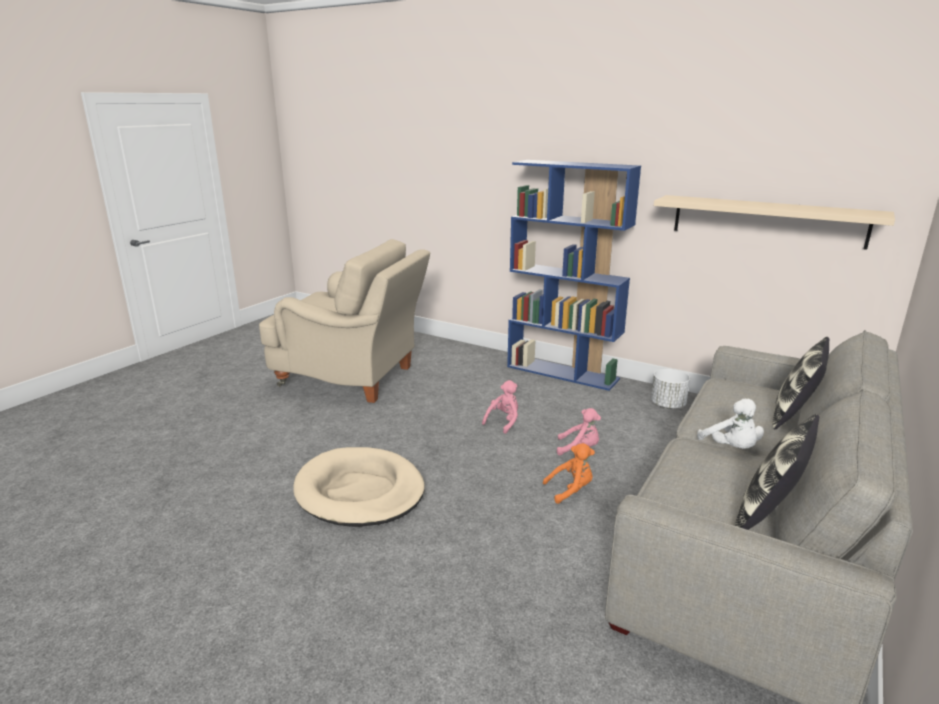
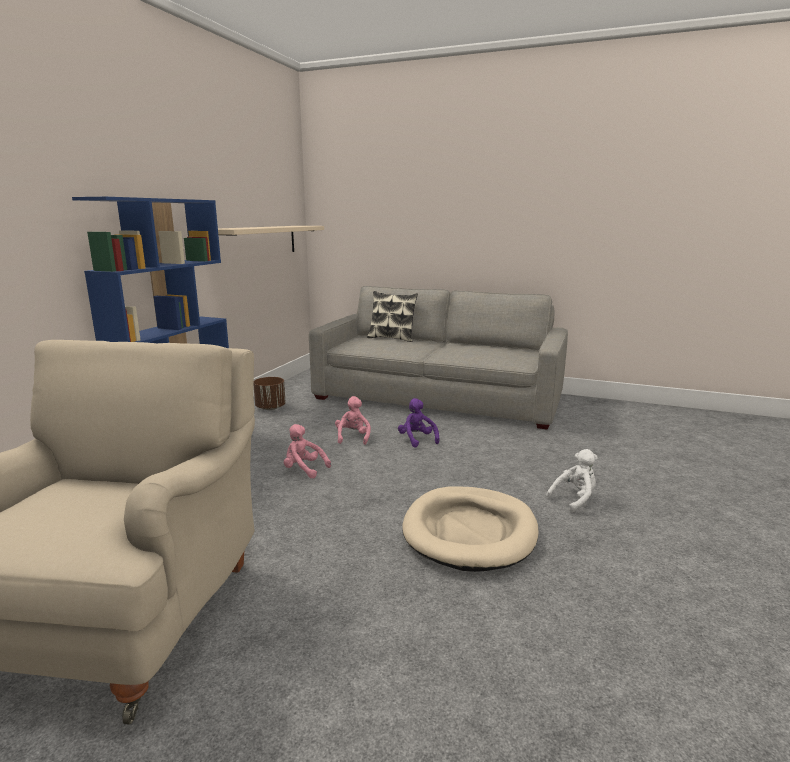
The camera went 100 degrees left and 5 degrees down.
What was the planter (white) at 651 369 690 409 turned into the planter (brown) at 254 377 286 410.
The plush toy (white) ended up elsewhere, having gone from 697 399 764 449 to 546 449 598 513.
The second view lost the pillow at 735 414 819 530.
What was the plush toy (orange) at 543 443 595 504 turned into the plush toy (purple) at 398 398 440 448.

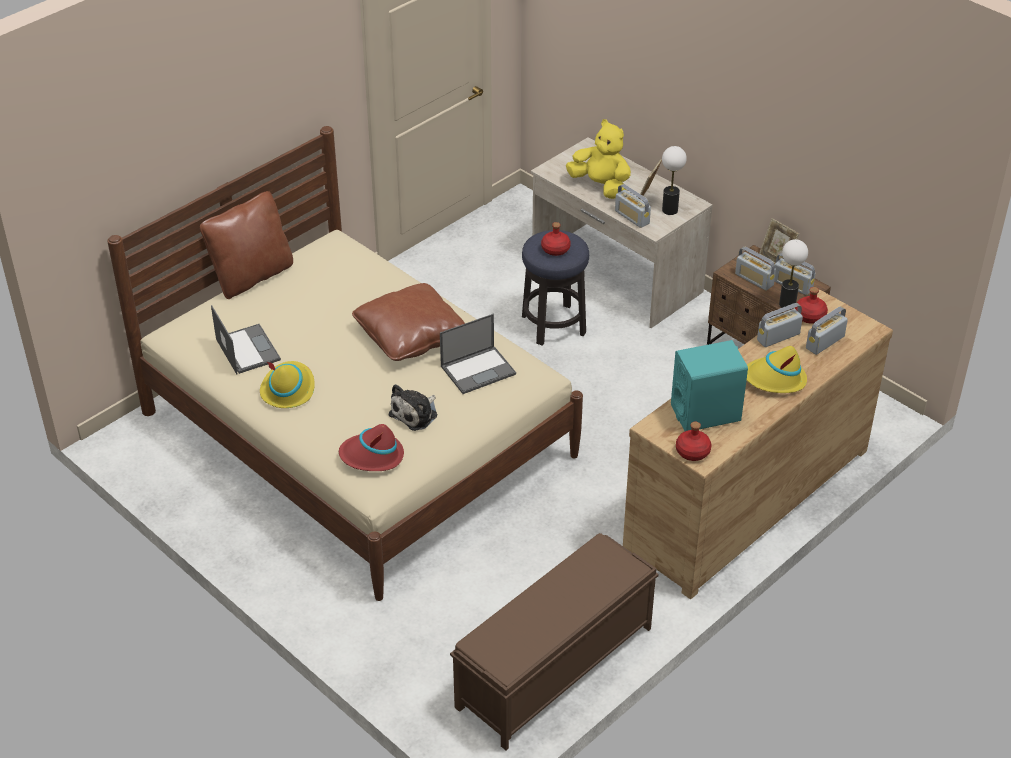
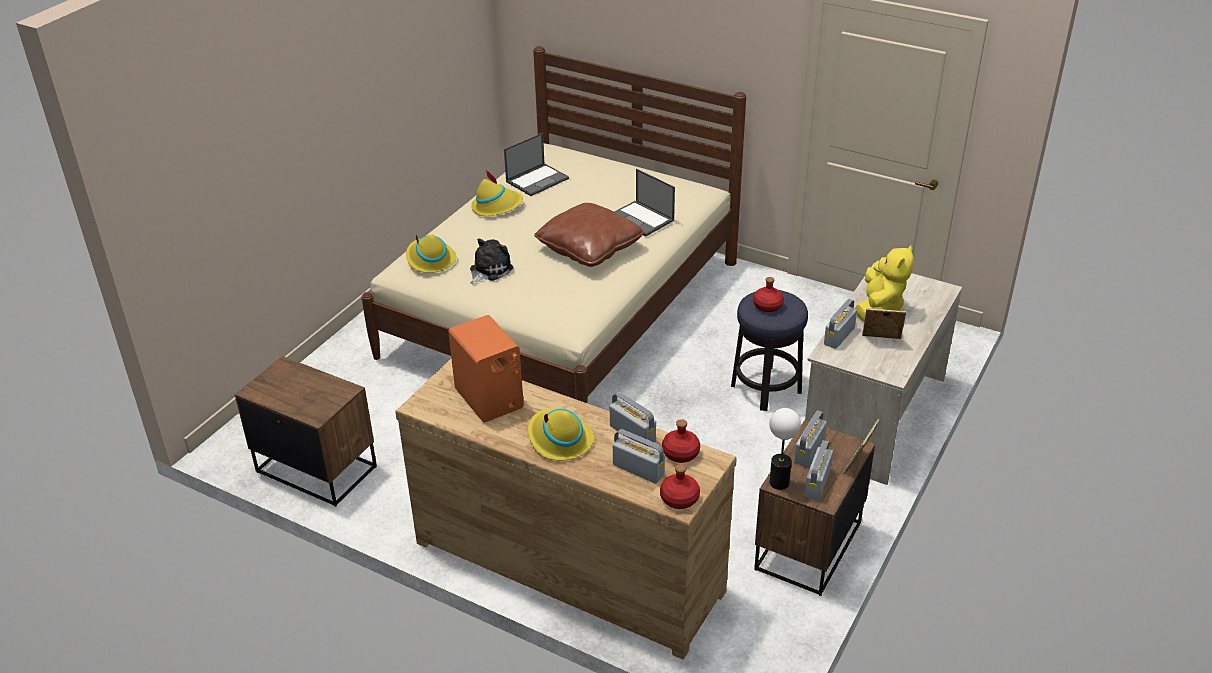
The camera went 75 degrees right and 5 degrees down.
The second view lost the table lamp at 662 146 687 215.
The second view lost the pillow (brown) at 200 191 293 299.
The laptop ended up elsewhere, having gone from 440 314 516 394 to 615 169 675 236.
What was the speaker (turquoise) at 671 340 748 431 turned into the speaker (orange) at 448 315 524 422.
The plush toy at 389 384 437 431 ended up facing another way, 105 degrees clockwise from before.
The bottle (red) ended up elsewhere, having gone from 676 422 711 461 to 660 464 700 509.
What was the hat (red) at 339 424 404 471 turned into the hat (yellow) at 406 234 456 273.
Where the bench (brown) stood at 450 533 659 750, the nightstand (brown) came to stand at 235 356 377 507.

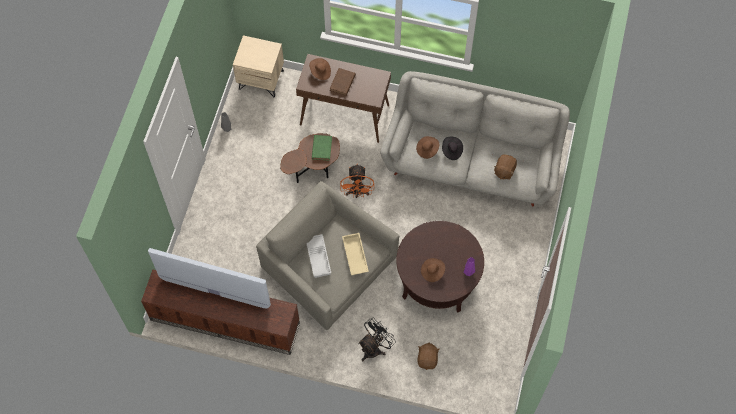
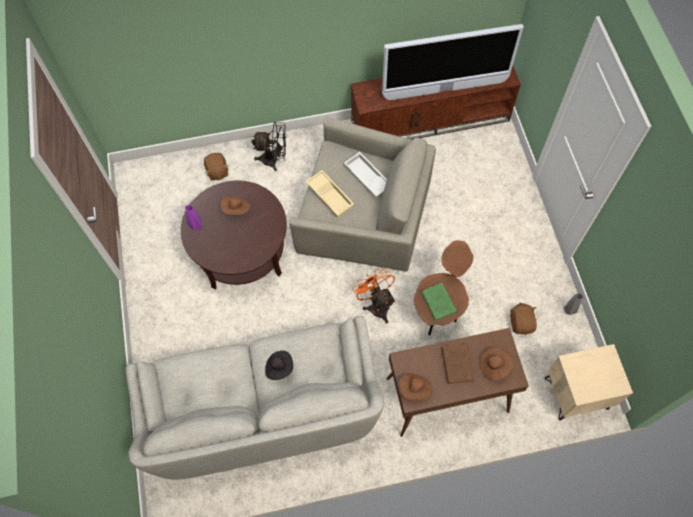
The camera went 155 degrees right and 0 degrees up.
The hat (brown) ended up elsewhere, having gone from 416 136 439 159 to 399 373 432 400.
The plush toy (brown) ended up elsewhere, having gone from 494 154 517 180 to 510 303 537 335.
The fan (black) at 358 318 396 361 ended up facing another way, 105 degrees counterclockwise from before.

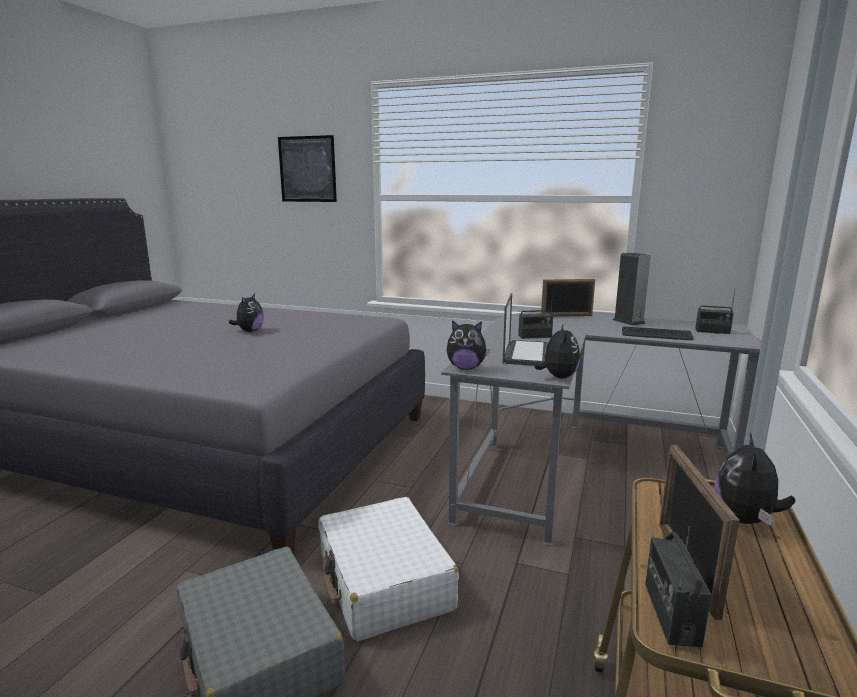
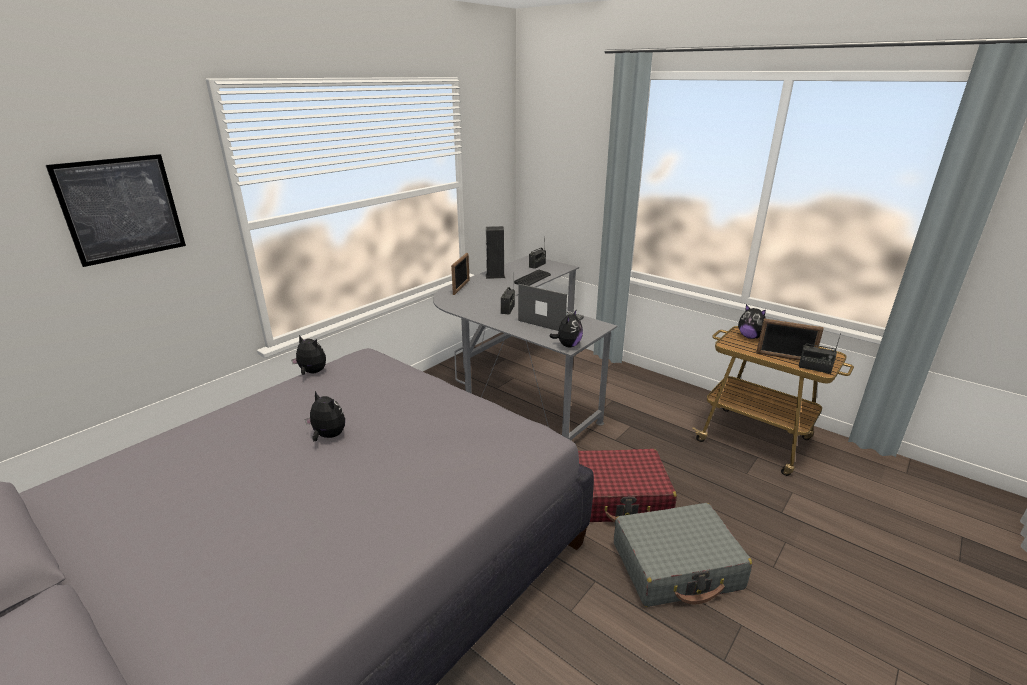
The camera went 70 degrees left and 10 degrees up.
The plush toy ended up elsewhere, having gone from 534 323 580 379 to 291 335 326 375.
What was the suitcase (white) at 318 497 459 642 turned into the suitcase (red) at 578 449 677 522.

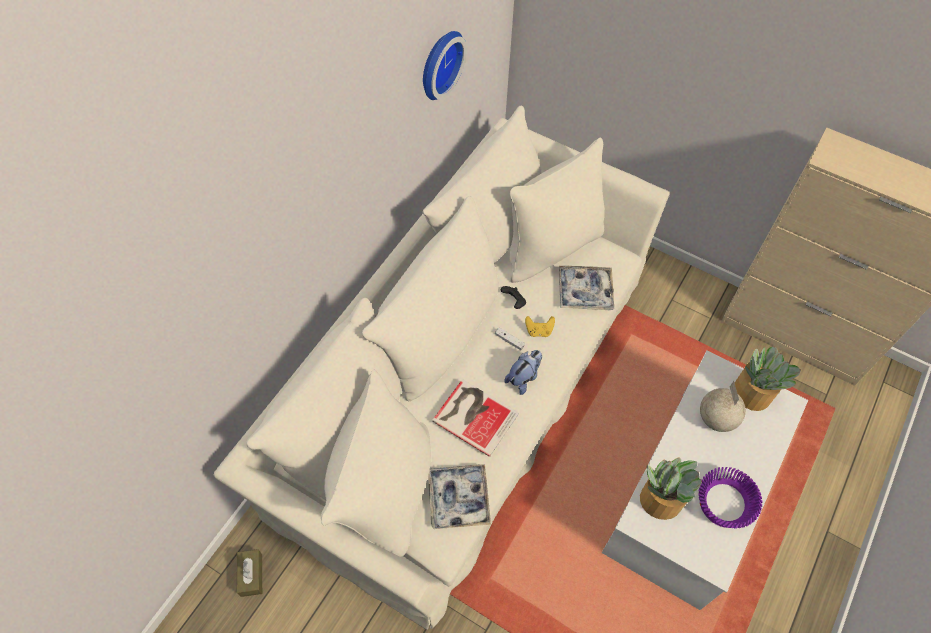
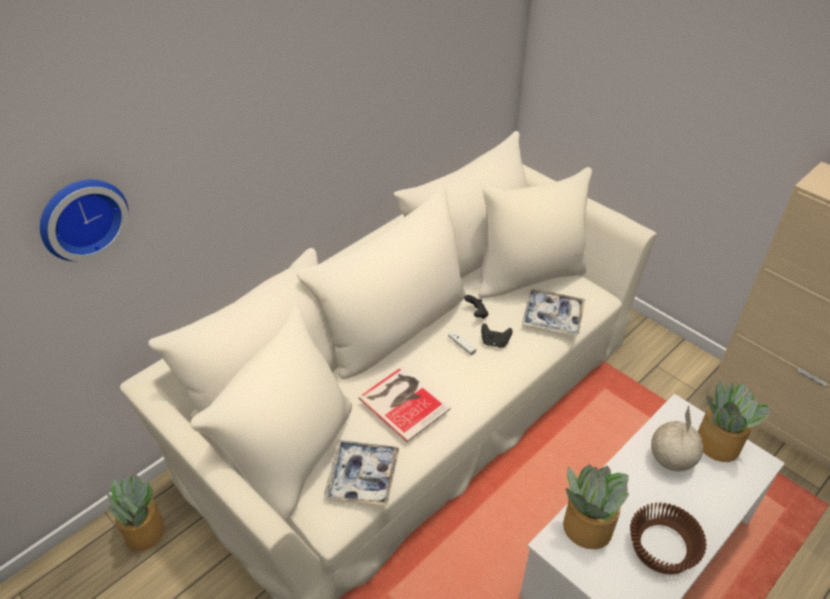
The camera went 15 degrees right and 15 degrees down.
The wall clock ended up elsewhere, having gone from 423 31 467 100 to 40 180 129 261.
What was the game controller (yellow) at 525 316 555 337 turned into the game controller (black) at 481 323 512 348.
The second view lost the plush toy at 505 350 542 395.
What was the bowl (purple) at 698 467 762 528 turned into the bowl (brown) at 630 502 707 574.
Where the tissue box (brown) stood at 237 549 262 597, the potted plant came to stand at 107 474 165 551.

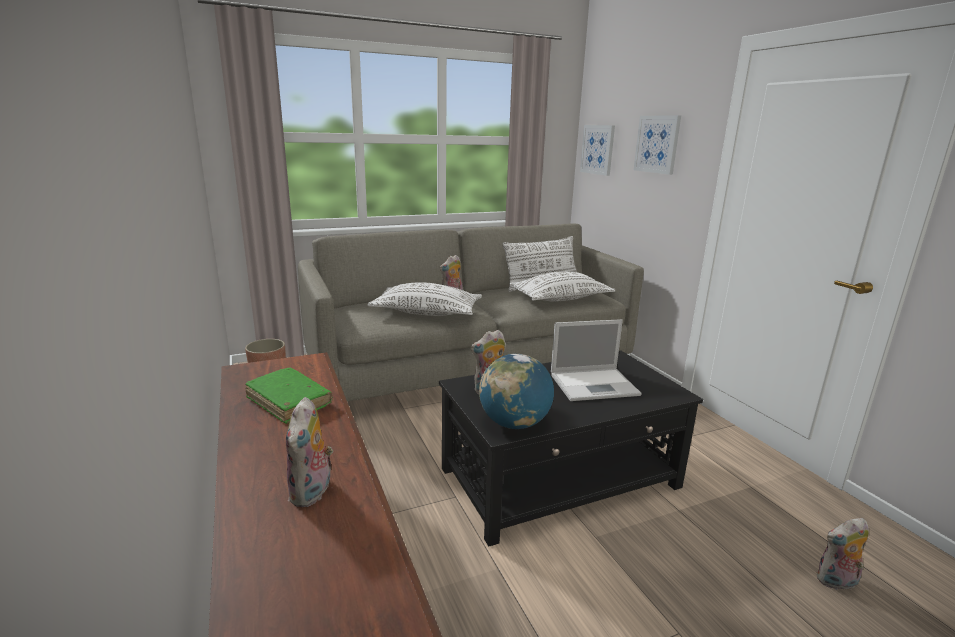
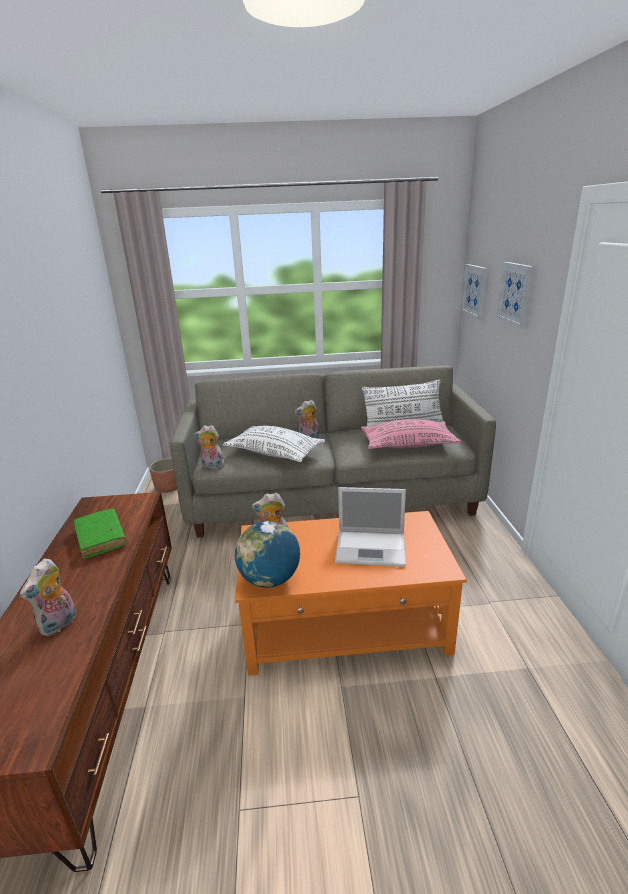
The camera went 20 degrees right and 5 degrees up.
What was the pillow (white) at 509 271 616 302 turned into the pillow (pink) at 361 419 461 449.
What was the coffee table (black) at 439 351 703 547 turned into the coffee table (orange) at 235 511 467 675.
The plush toy ended up elsewhere, having gone from 816 518 869 590 to 194 425 226 469.

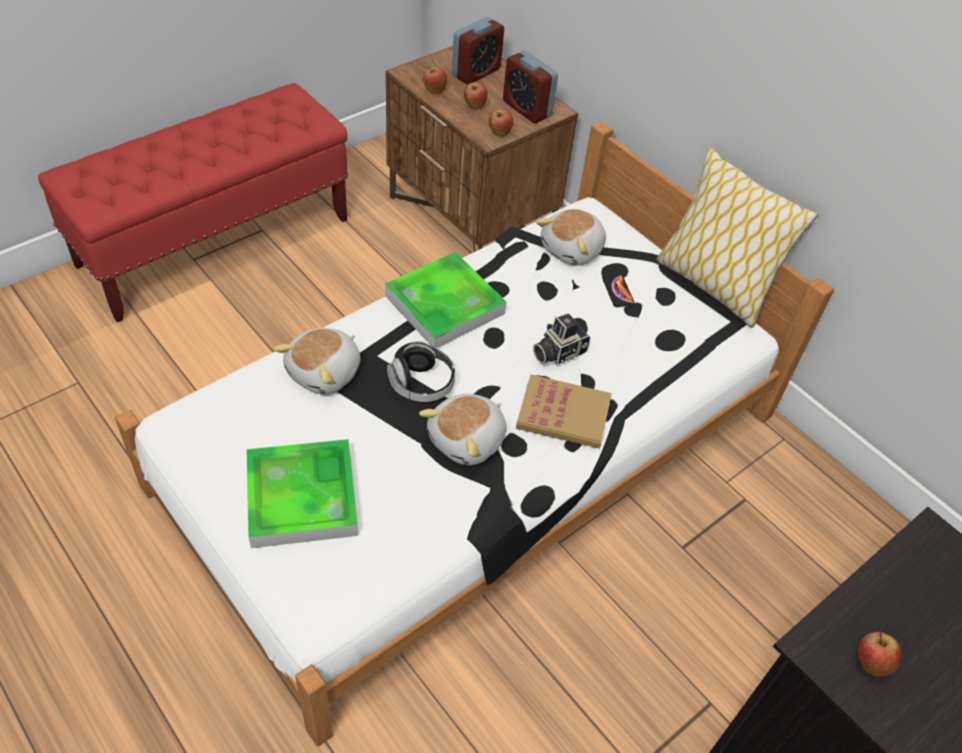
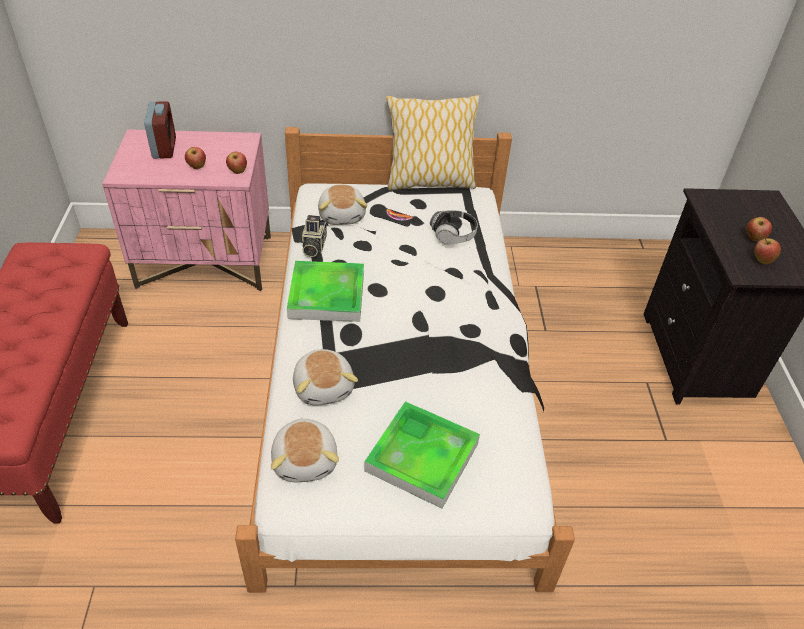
The camera went 50 degrees left and 5 degrees down.
What was the nightstand (brown) at 386 46 578 252 turned into the nightstand (pink) at 102 129 271 291.
The second view lost the alarm clock at 503 51 558 123.
The apple ended up elsewhere, having gone from 423 66 447 94 to 746 217 772 242.
The photo camera ended up elsewhere, having gone from 533 314 590 365 to 300 215 327 257.
The headphones ended up elsewhere, having gone from 387 341 456 402 to 430 210 478 245.
The second view lost the book at 516 374 612 449.
The plush toy ended up elsewhere, having gone from 419 394 507 466 to 271 417 339 482.

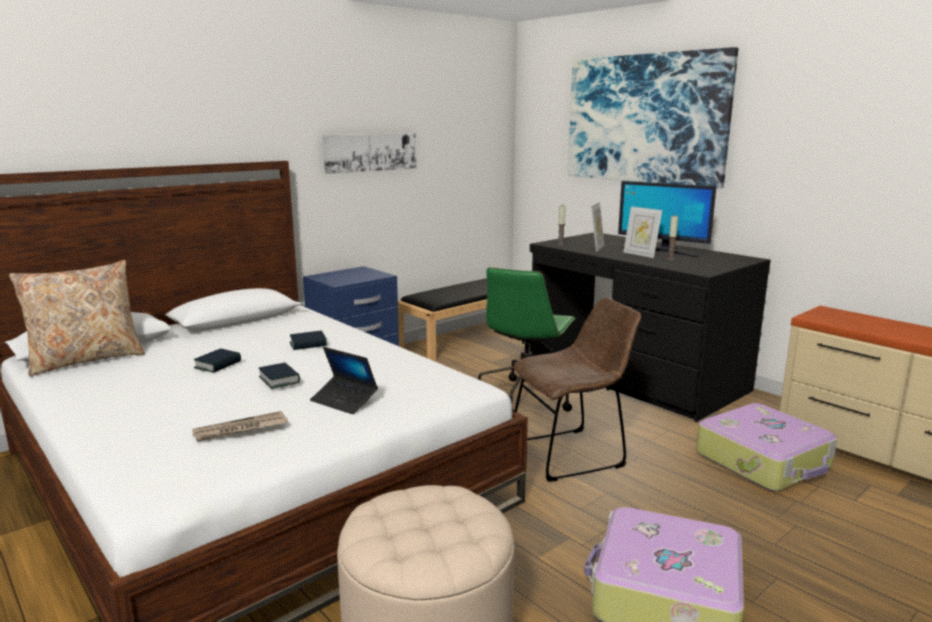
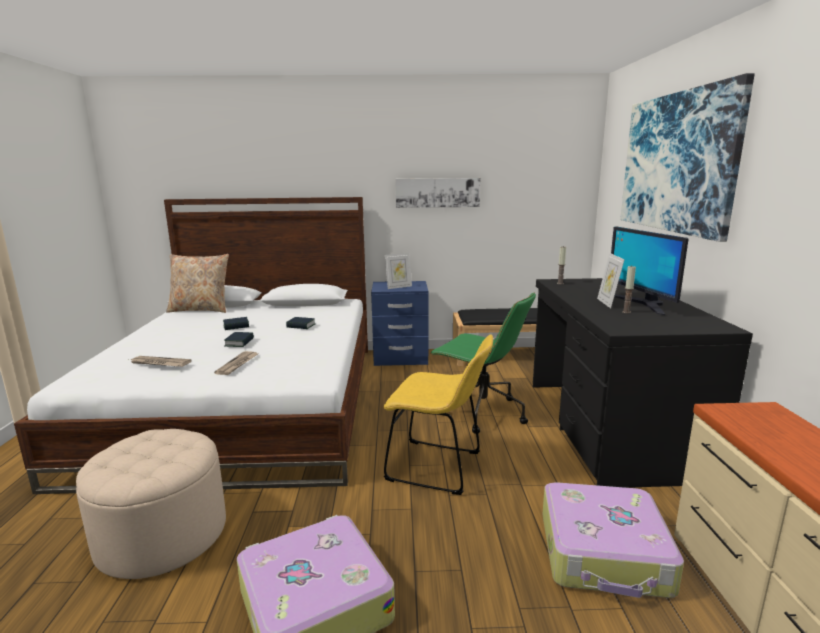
The camera went 40 degrees right and 0 degrees up.
The picture frame ended up elsewhere, having gone from 591 202 604 252 to 385 253 412 289.
The office chair (green) at 478 267 576 412 ended up facing another way, 120 degrees counterclockwise from before.
What was the chair (brown) at 513 298 641 482 turned into the chair (yellow) at 384 335 493 495.
Where the laptop stood at 310 347 378 414, the newspaper came to stand at 214 351 258 375.

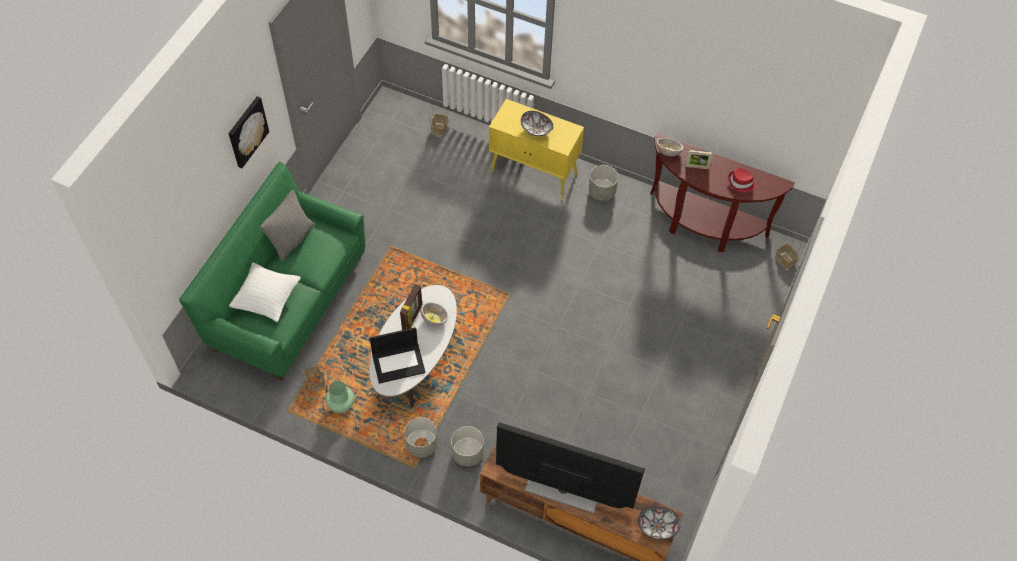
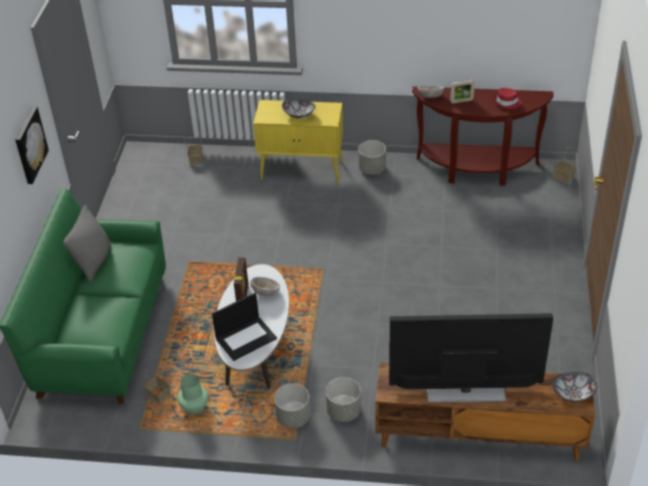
The camera went 15 degrees left and 15 degrees down.
The second view lost the pillow (white) at 229 263 301 322.

